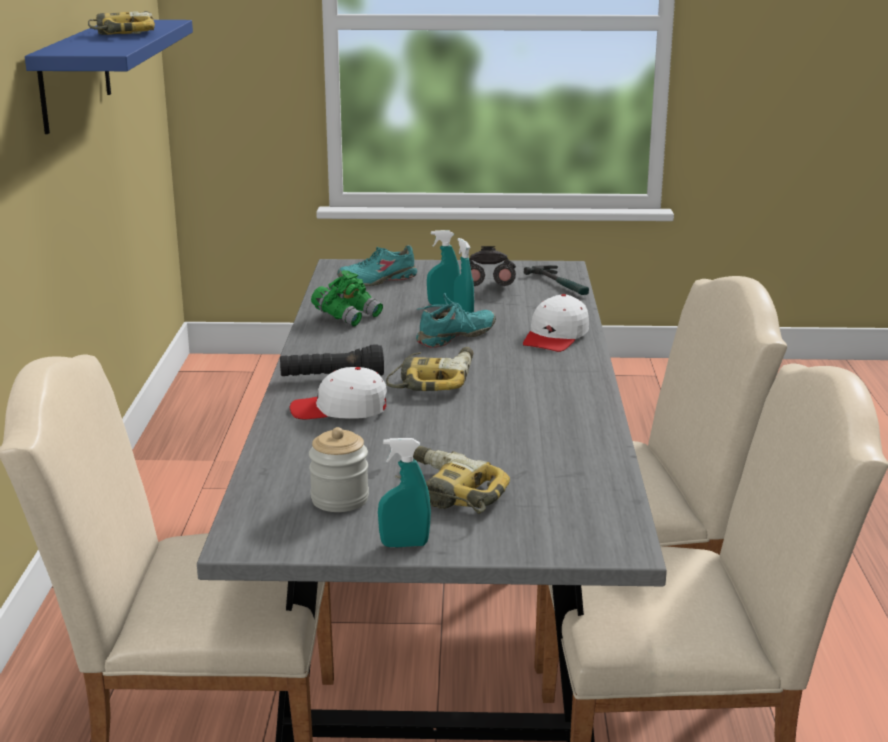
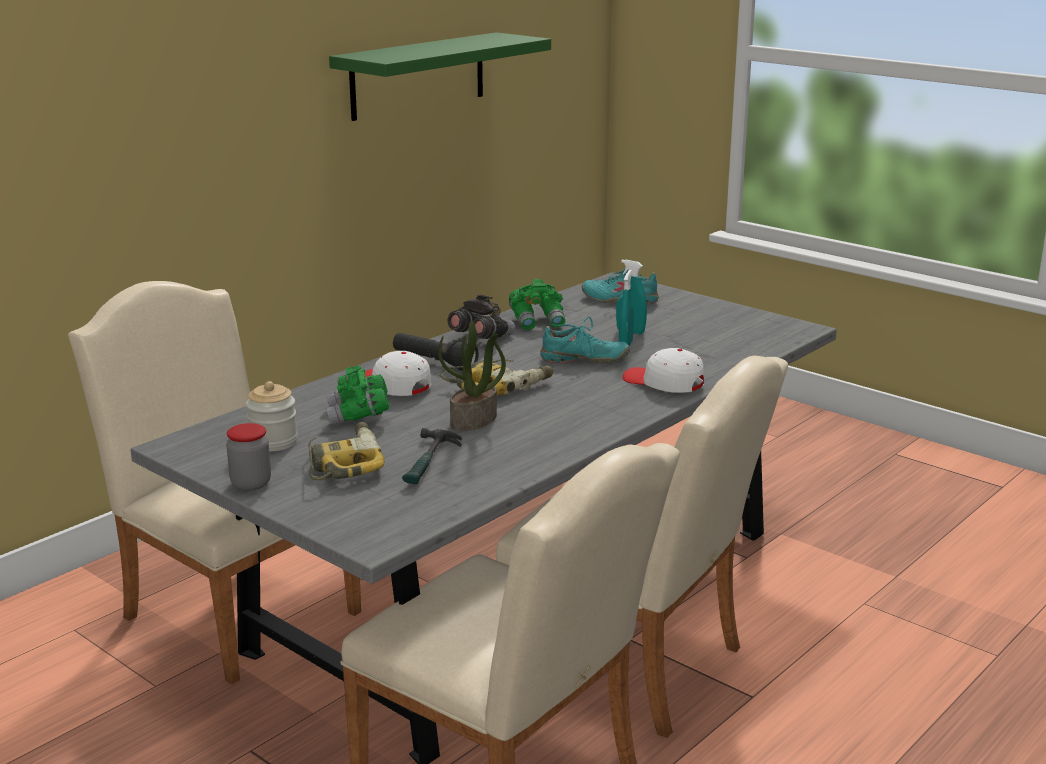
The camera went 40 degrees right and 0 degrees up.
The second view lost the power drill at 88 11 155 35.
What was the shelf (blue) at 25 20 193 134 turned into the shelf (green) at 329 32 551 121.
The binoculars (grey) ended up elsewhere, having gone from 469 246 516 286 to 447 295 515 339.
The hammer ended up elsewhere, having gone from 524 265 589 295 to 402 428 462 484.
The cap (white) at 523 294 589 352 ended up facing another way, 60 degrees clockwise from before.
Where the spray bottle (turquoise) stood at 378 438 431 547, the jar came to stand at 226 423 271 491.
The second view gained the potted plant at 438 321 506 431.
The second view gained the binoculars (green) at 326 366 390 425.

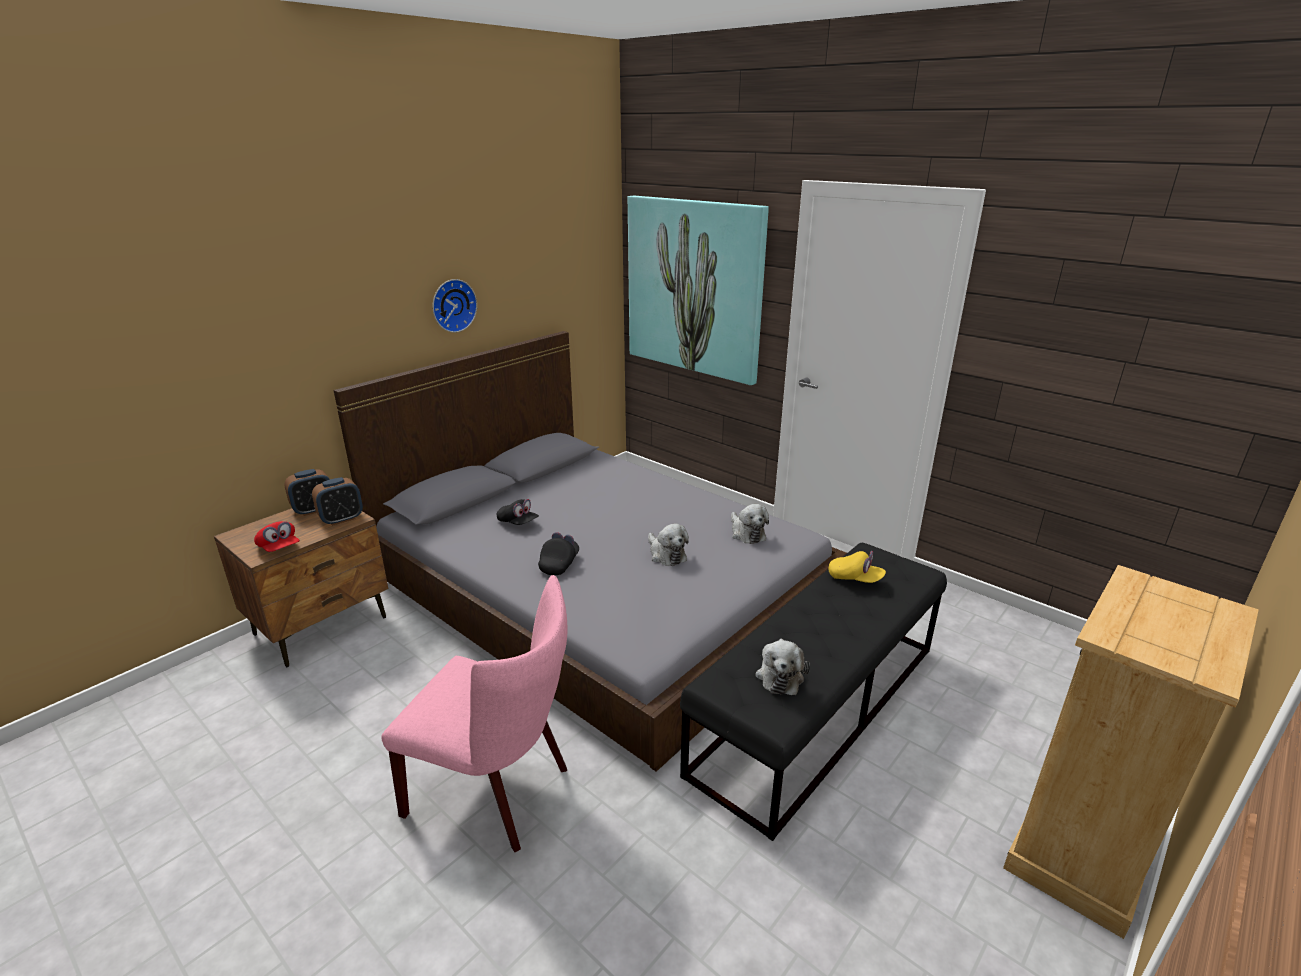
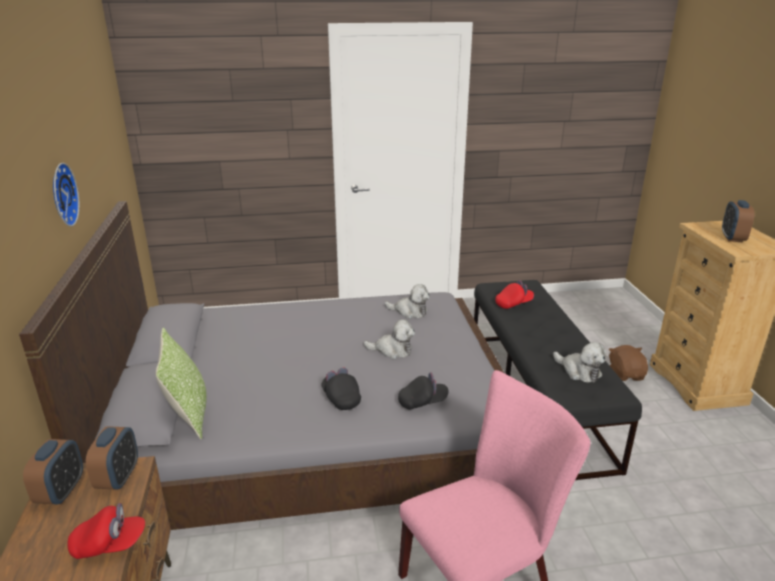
The camera went 50 degrees left and 0 degrees up.
The second view lost the picture at 628 196 769 385.
The cap (black) ended up elsewhere, having gone from 496 499 539 525 to 398 372 449 410.
What was the cap (yellow) at 828 551 886 583 turned into the cap (red) at 495 280 534 309.
The second view gained the alarm clock at 722 200 755 243.
The second view gained the pillow at 156 327 207 440.
The second view gained the plush toy (brown) at 609 345 648 381.

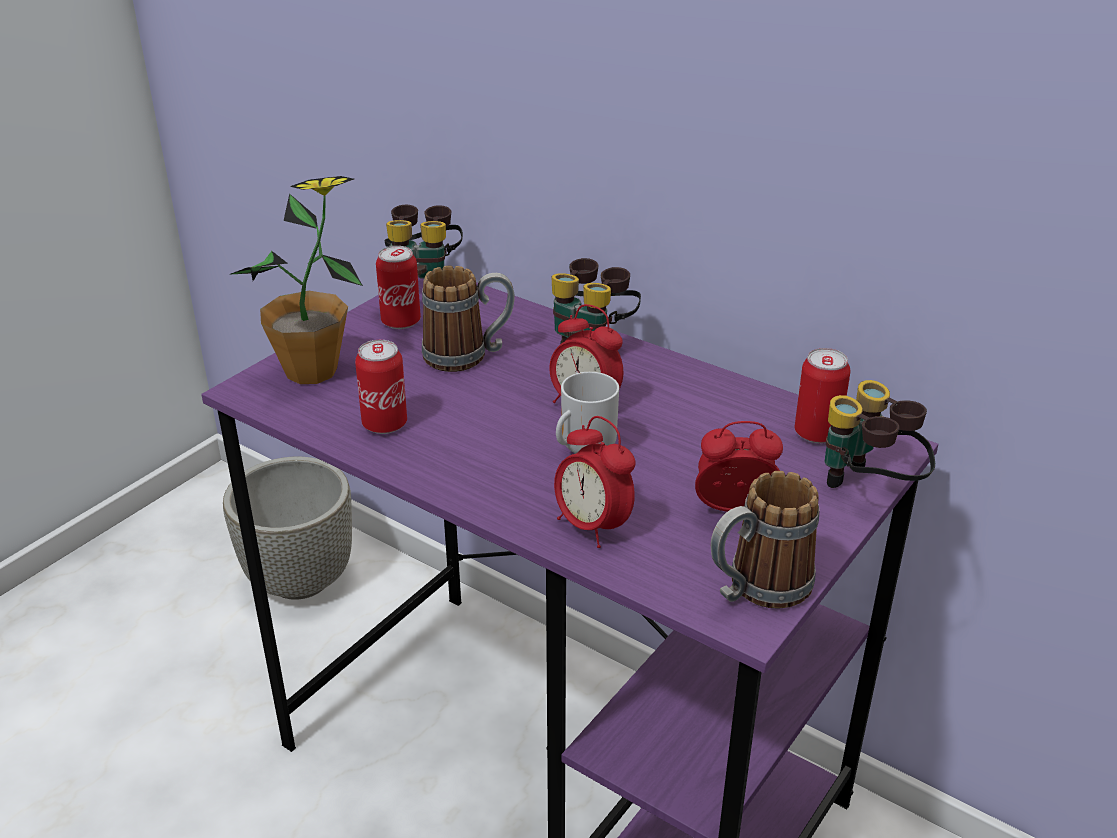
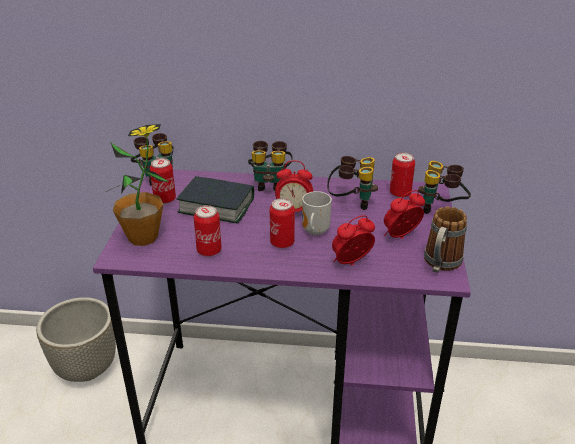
The camera went 30 degrees left and 0 degrees up.
Where the mug stood at 422 266 515 372, the book came to stand at 177 176 254 224.
The alarm clock at 554 416 636 548 ended up facing another way, 135 degrees clockwise from before.
The second view gained the binoculars at 327 156 378 210.
The second view gained the can at 270 198 295 248.

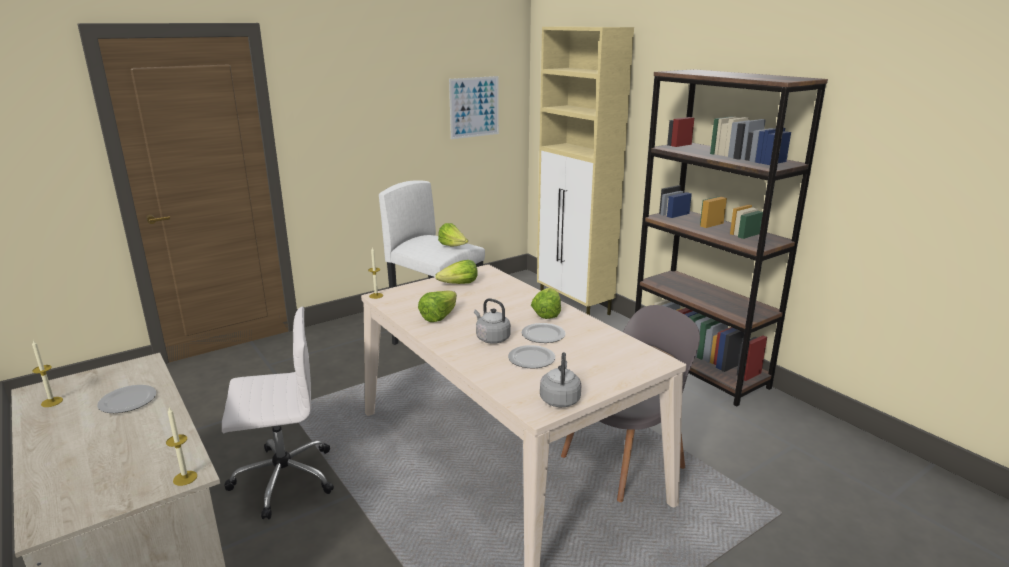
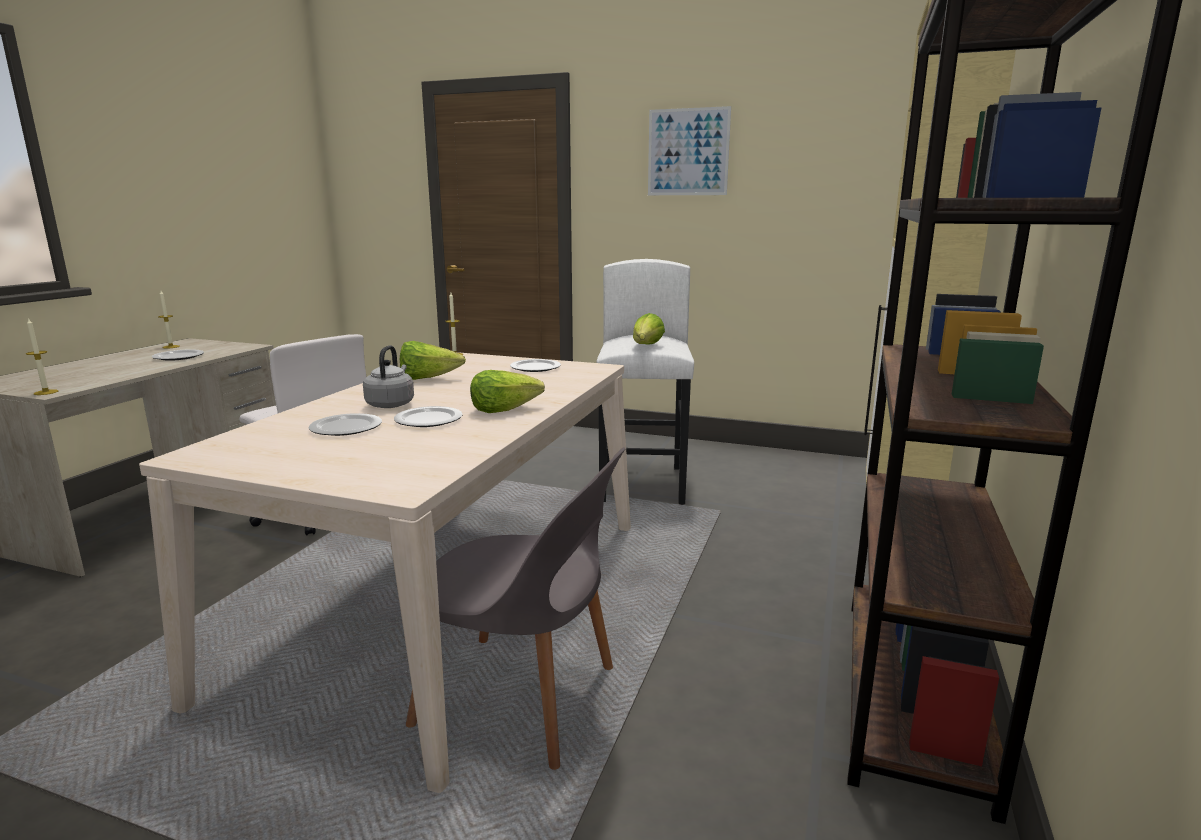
The camera went 55 degrees right and 5 degrees down.
The picture ended up elsewhere, having gone from 449 76 499 139 to 648 106 731 195.
Where the lettuce stood at 435 260 478 284, the plate came to stand at 510 359 561 372.
The second view lost the kettle (grey) at 540 352 581 407.

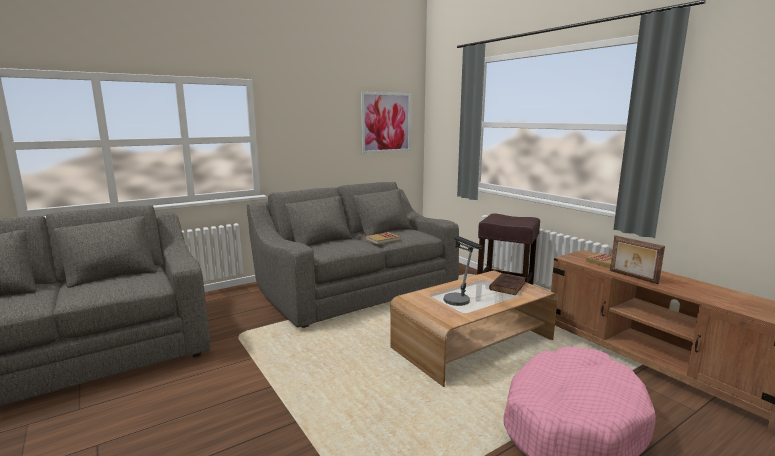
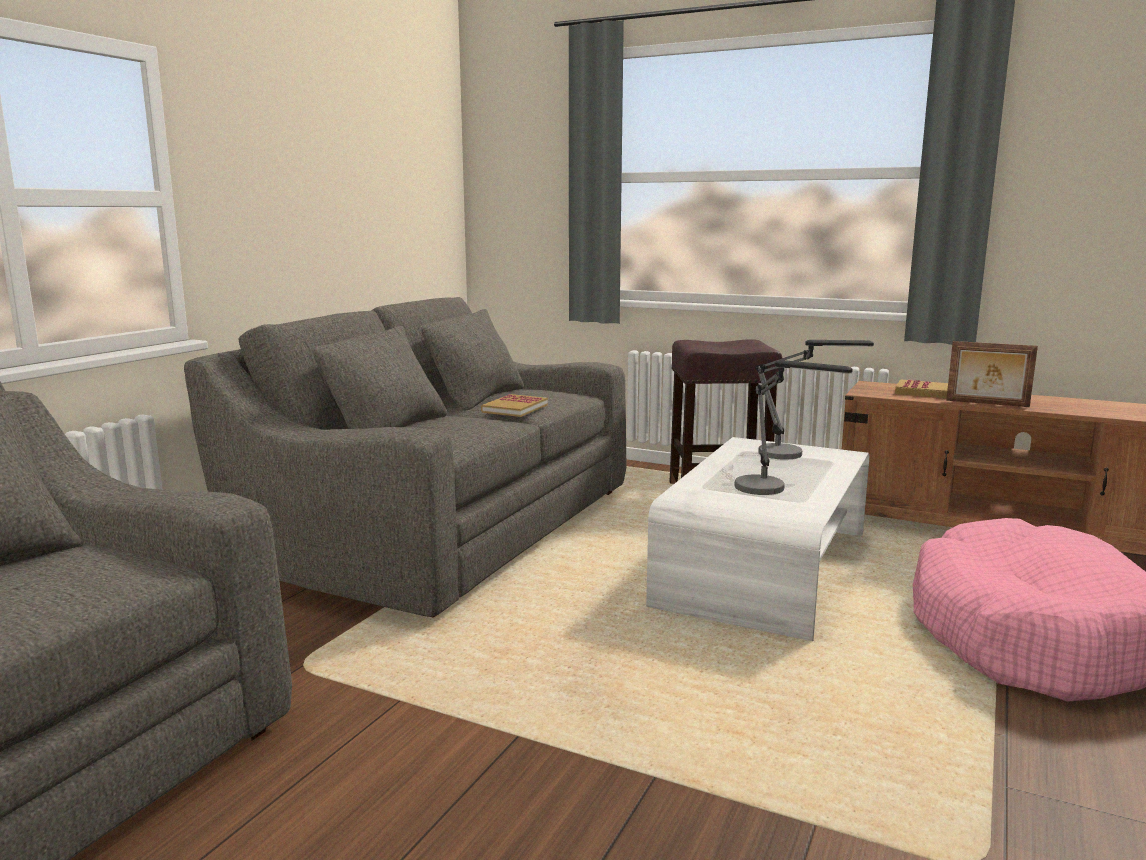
The camera went 30 degrees left and 0 degrees up.
The second view lost the picture at 361 92 411 153.
What was the coffee table (brown) at 390 270 558 387 turned into the coffee table (white) at 646 437 869 641.
Where the book (brown) stood at 489 273 526 295, the table lamp came to stand at 755 340 874 460.

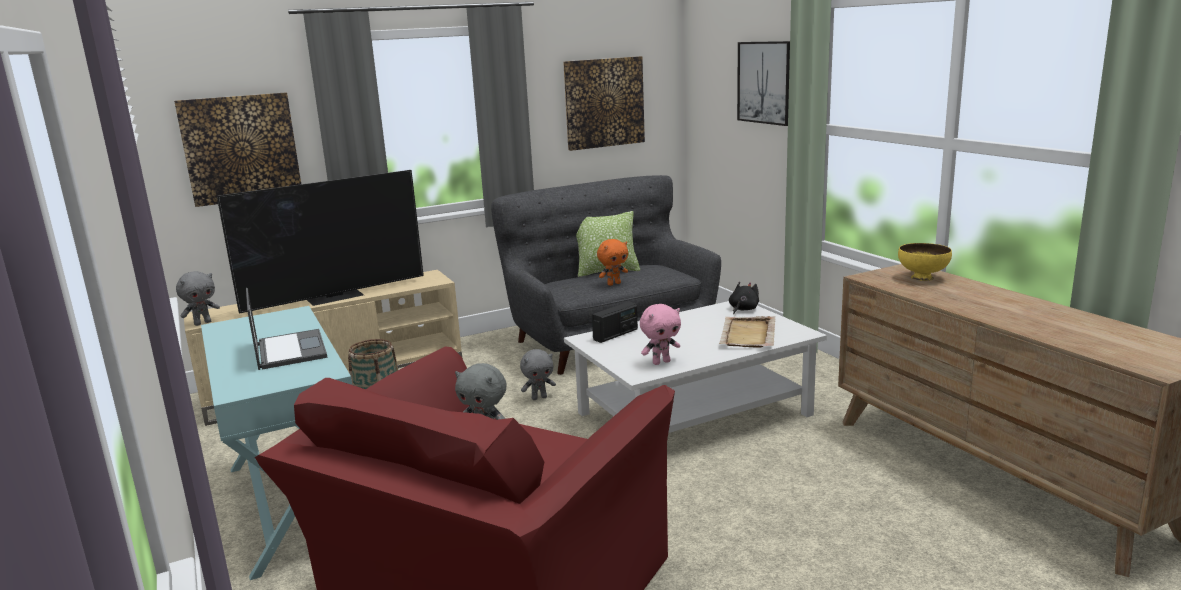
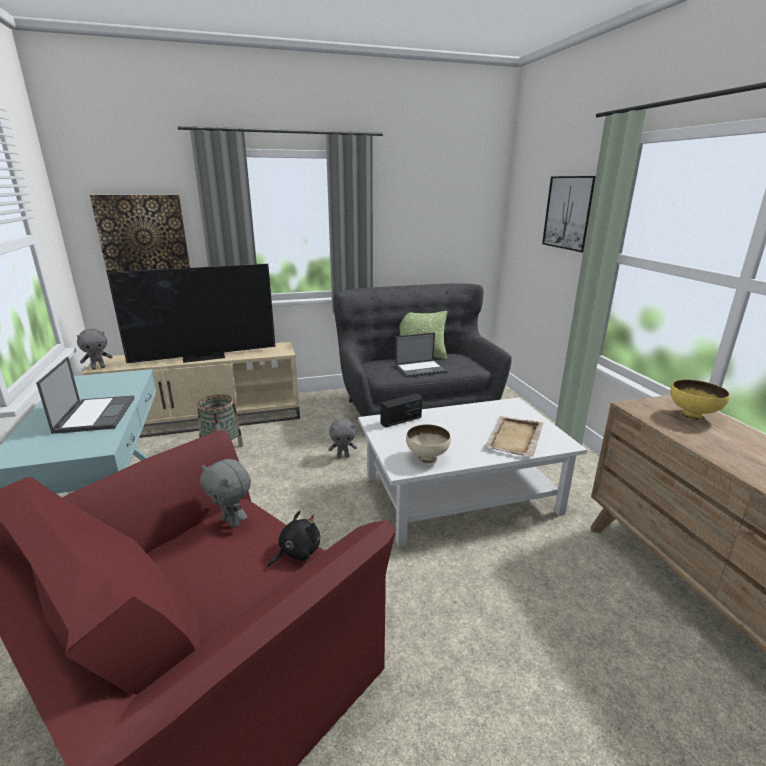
The camera went 10 degrees right and 5 degrees up.
The second view lost the picture at 563 56 645 151.
Where the plush toy (orange) stood at 597 239 628 286, the laptop came to stand at 395 332 447 378.
The plush toy (black) ended up elsewhere, having gone from 729 282 759 314 to 268 511 320 568.
Where the plush toy (pink) stood at 640 304 681 365, the bowl (beige) came to stand at 406 424 451 463.

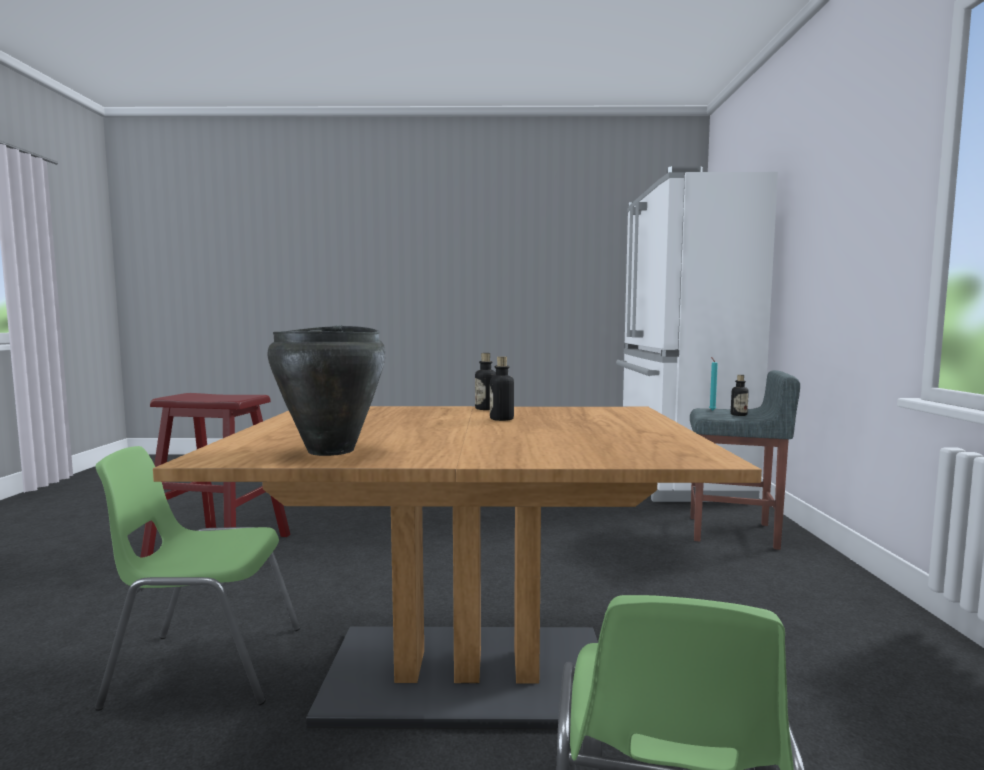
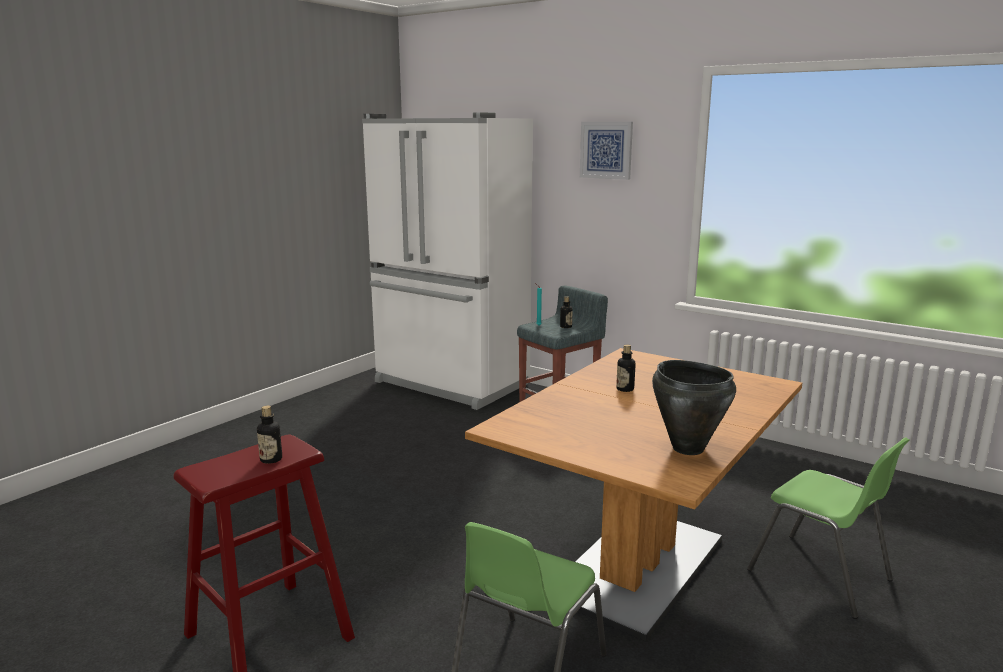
The camera went 55 degrees left and 10 degrees up.
The bottle ended up elsewhere, having gone from 475 353 496 410 to 257 406 282 464.
The second view gained the picture at 580 122 633 180.

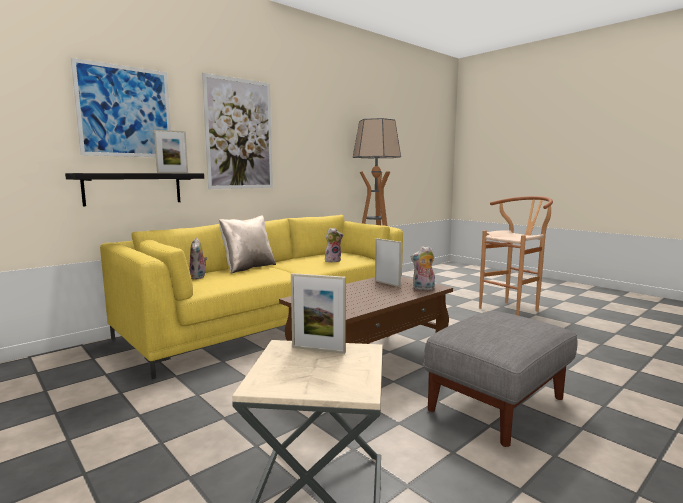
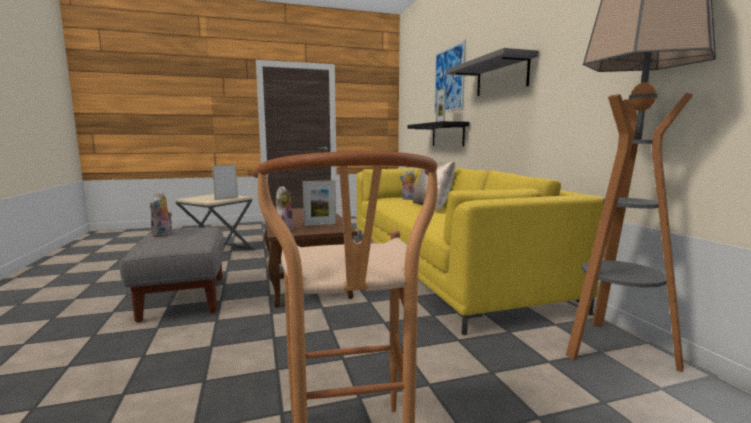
The camera went 115 degrees right and 0 degrees up.
Where the picture hung at 202 73 273 189, the shelf (grey) came to hang at 446 48 539 96.
The plush toy ended up elsewhere, having gone from 325 228 343 262 to 150 191 172 237.

